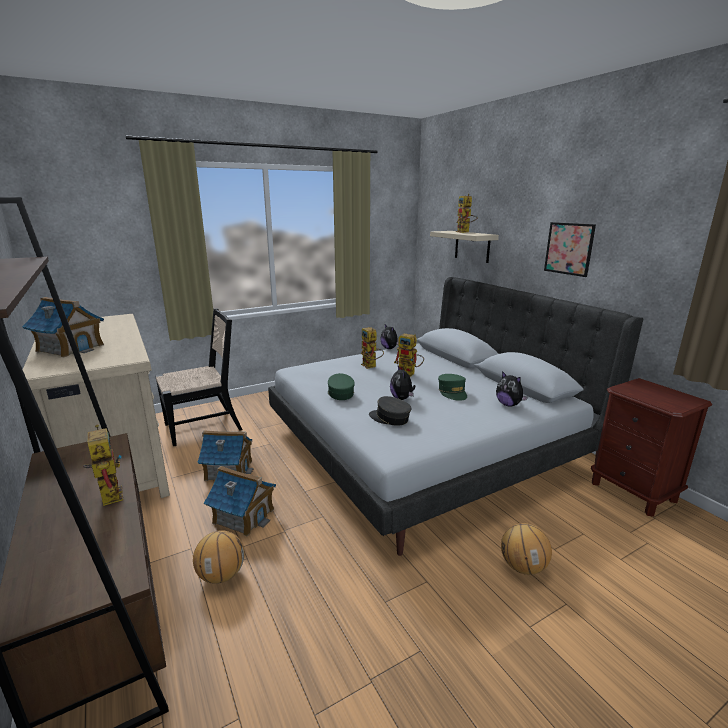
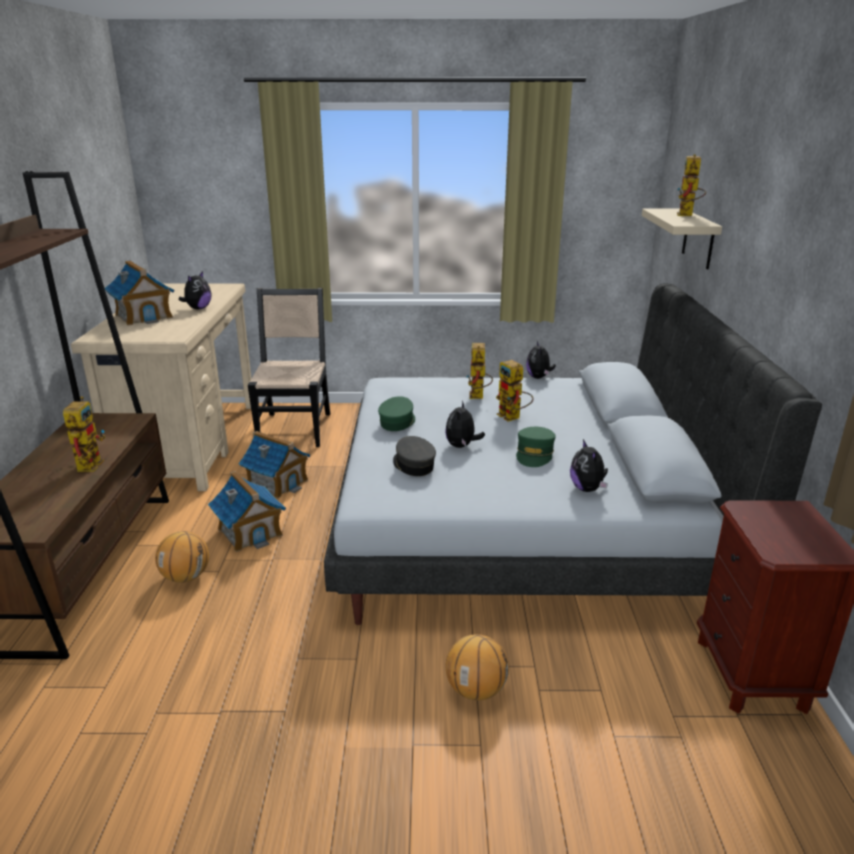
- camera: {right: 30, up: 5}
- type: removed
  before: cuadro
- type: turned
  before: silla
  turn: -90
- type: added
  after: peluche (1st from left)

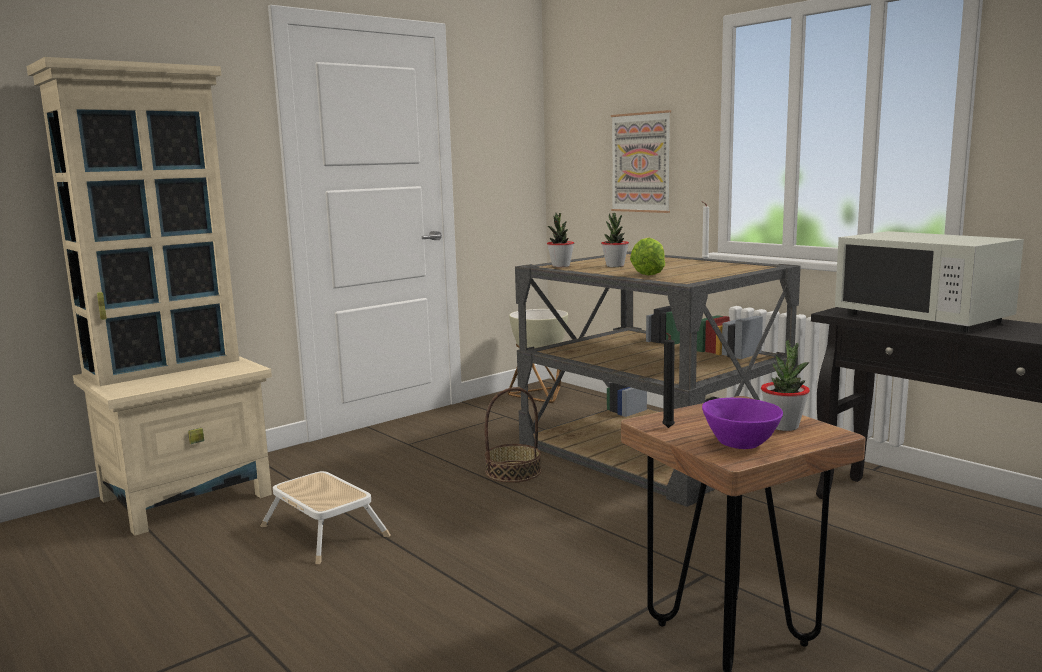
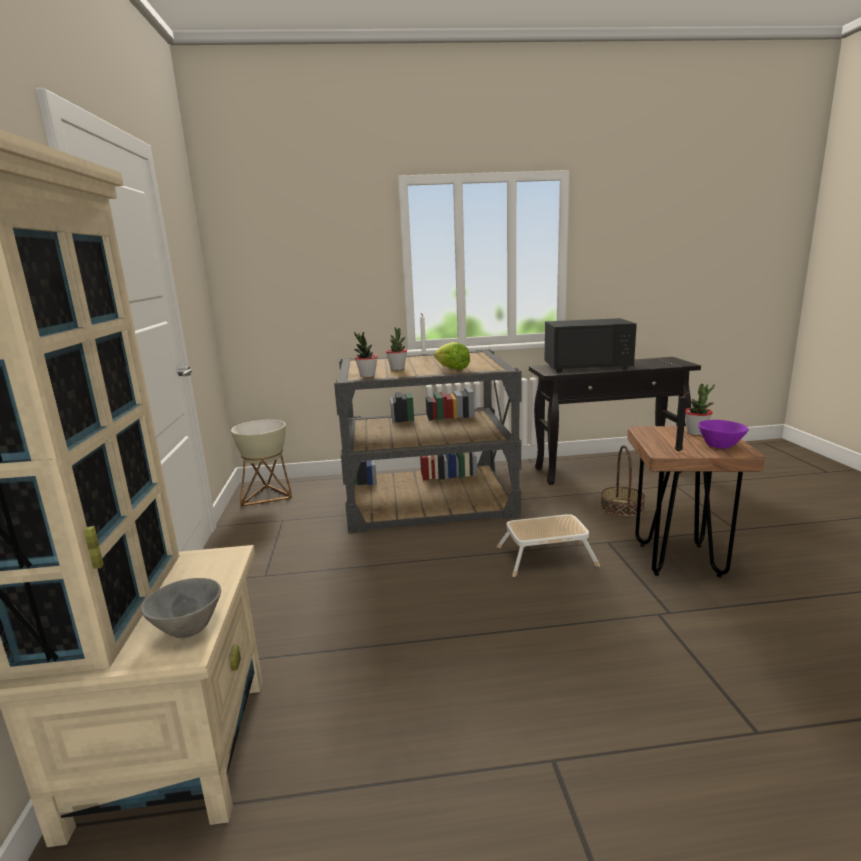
- camera: {right: -55, up: 5}
- type: removed
  before: cuadro
- type: recoloured
  before: microondas/blanco
  after: microondas/negro
- type: moved
  before: cesta
- type: moved
  before: escalera de tijera/beis
- type: added
  after: cuenco/gris

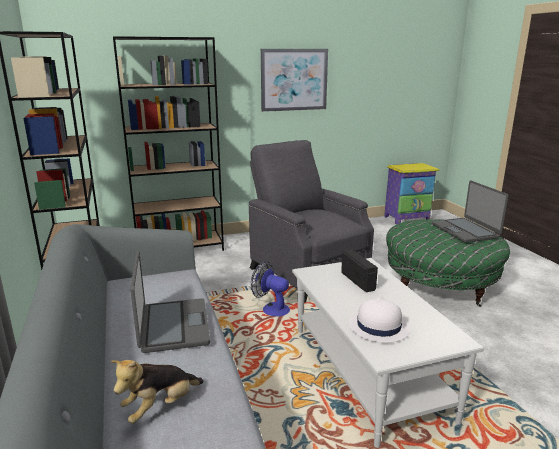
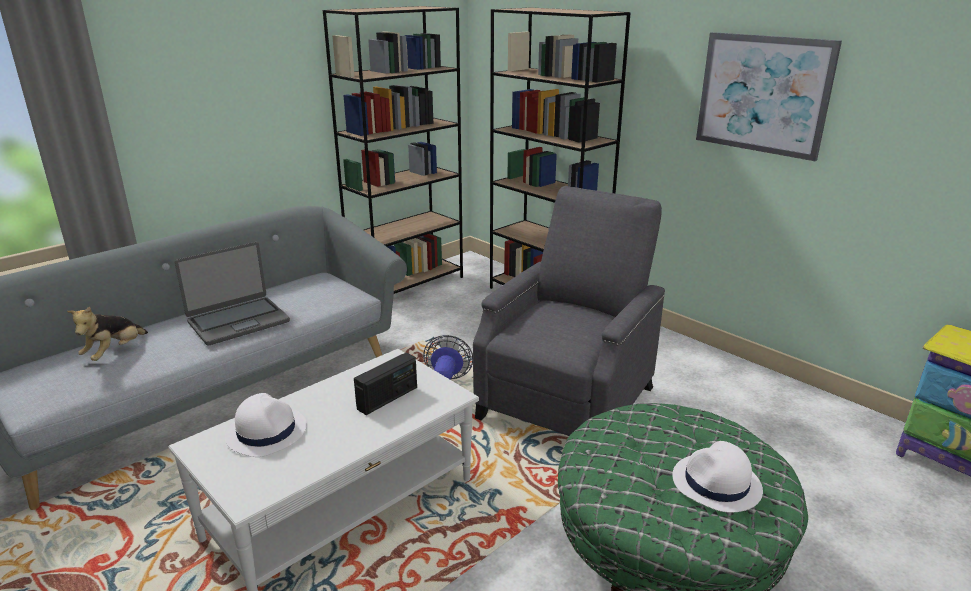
- camera: {right: 65, up: 5}
- type: replaced
  before: portátil (2nd from left)
  after: sombrero/blanco (2nd from left)
- type: turned
  before: peluche
  turn: -90

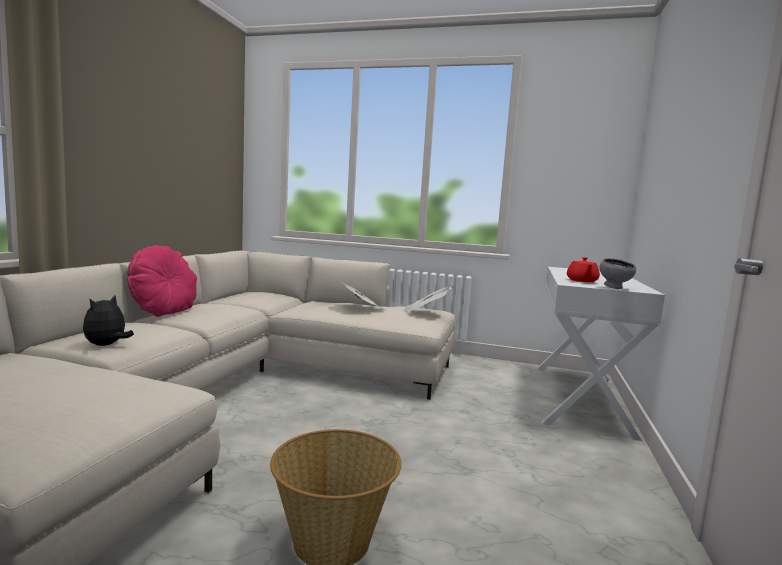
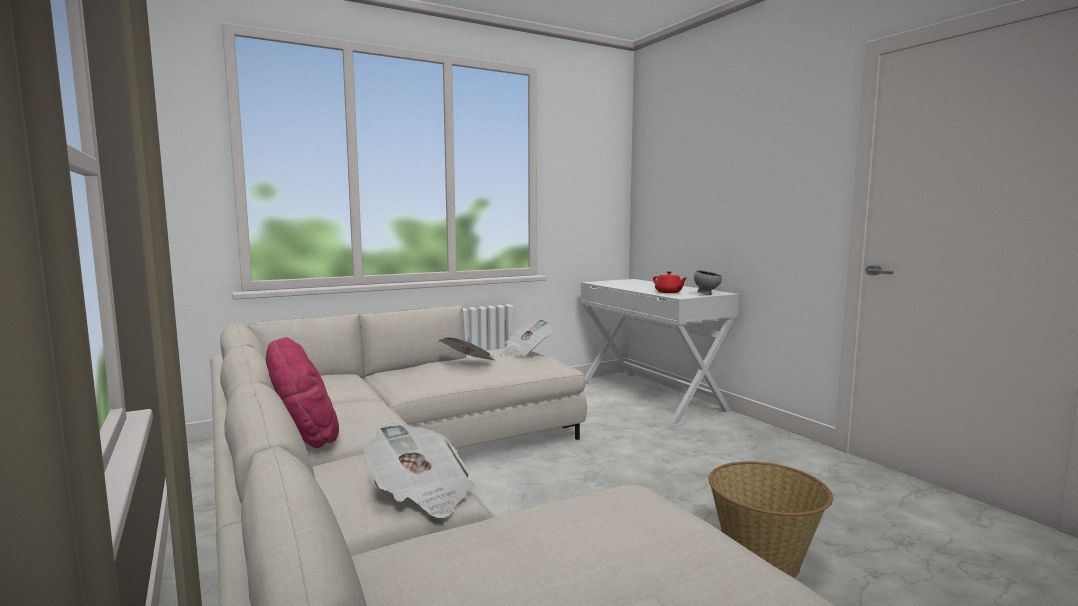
- camera: {right: -45, up: 0}
- type: replaced
  before: peluche
  after: periódico (1st from left)

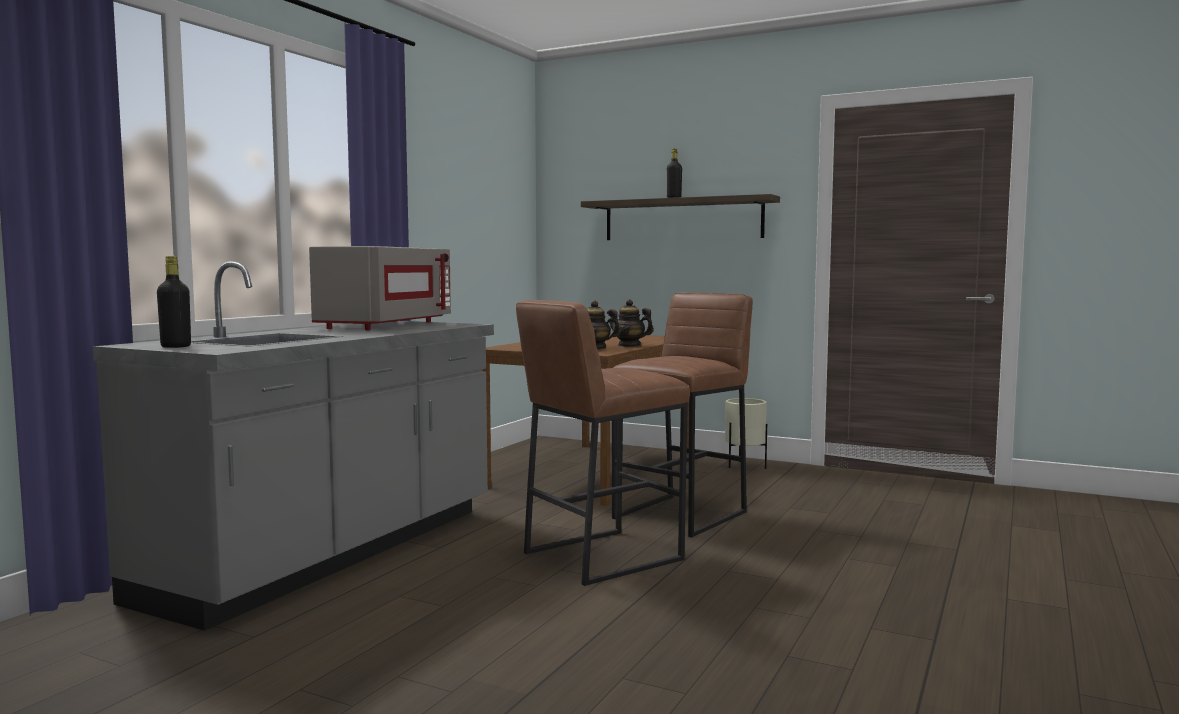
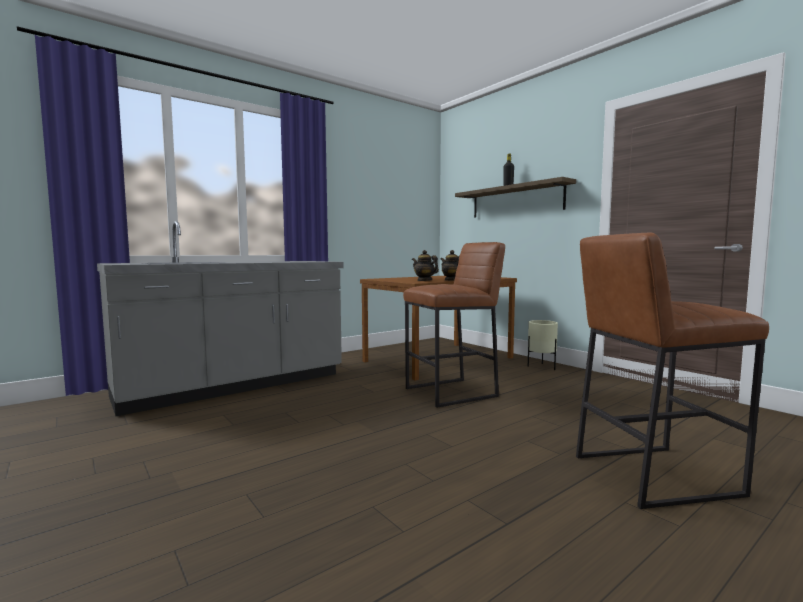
- camera: {right: 25, up: 0}
- type: removed
  before: microondas/gris
- type: removed
  before: botella/negro (1st from left)
- type: moved
  before: taburete/marrón (1st from left in the first image)
  after: taburete/marrón (2nd from left)

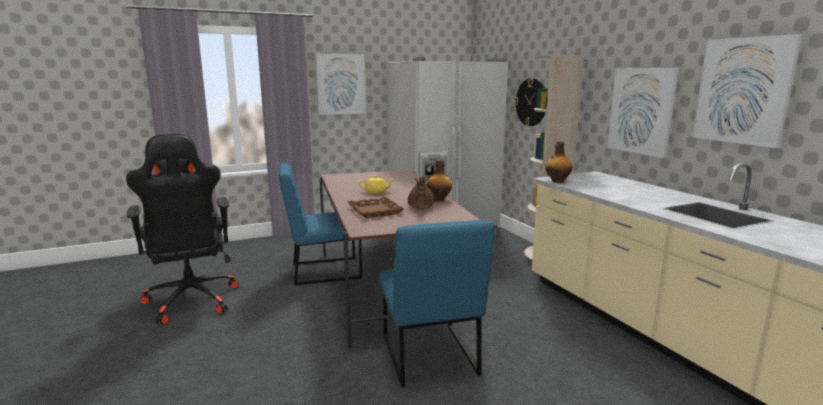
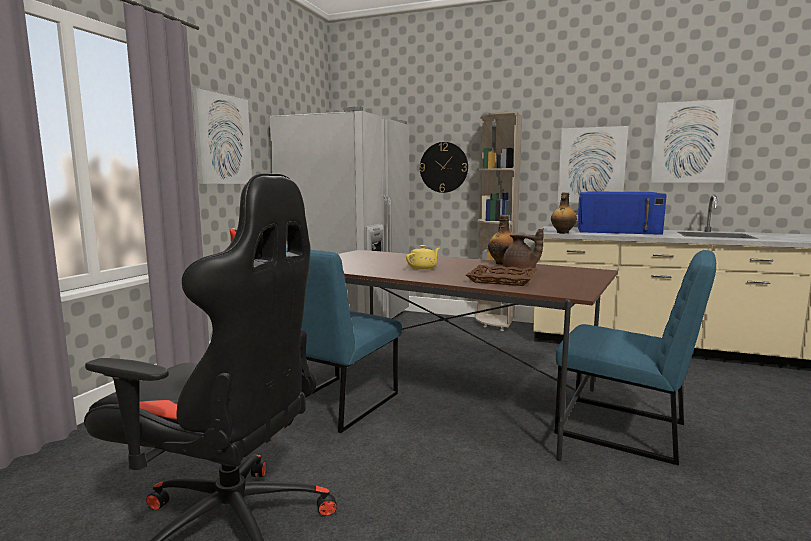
- camera: {right: -45, up: -5}
- type: added
  after: microondas/azul

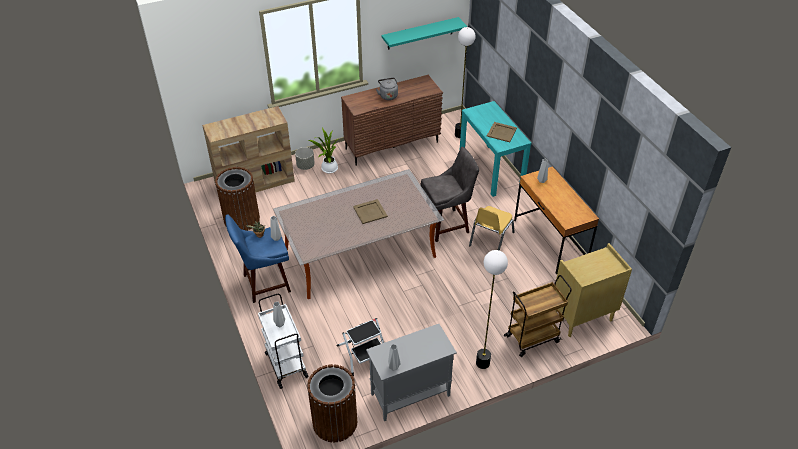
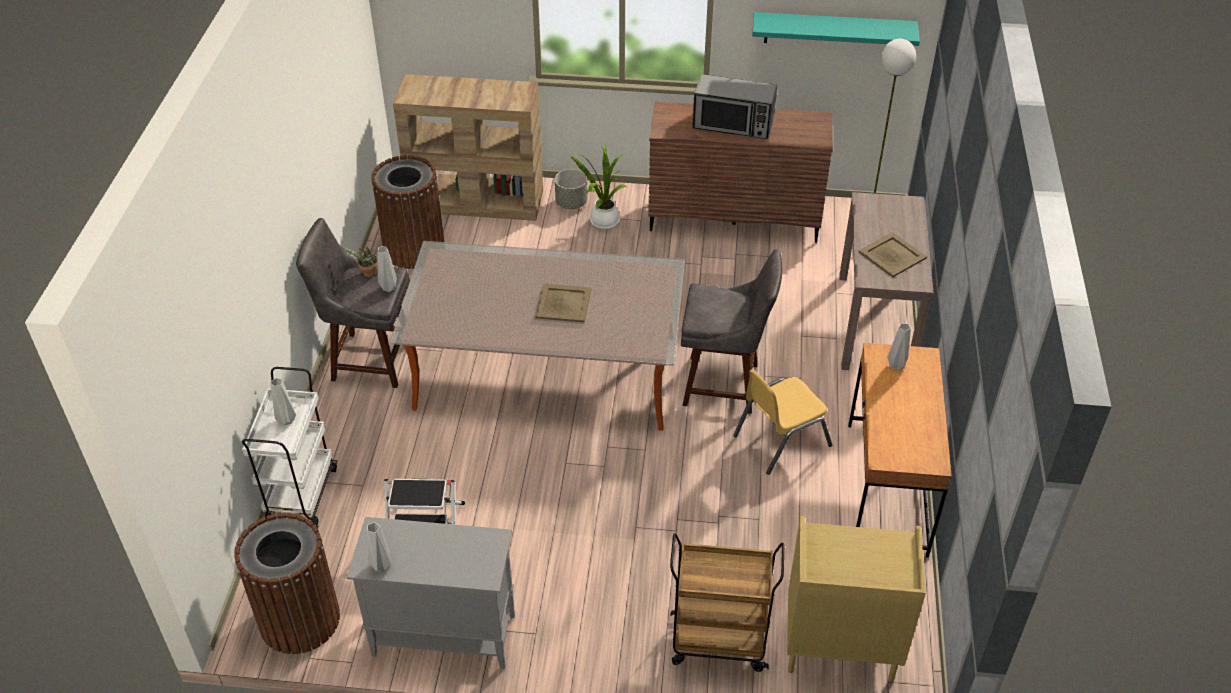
- camera: {right: 30, up: 0}
- type: replaced
  before: hervidor/gris
  after: microondas
- type: recoloured
  before: mesa consola/turquesa
  after: mesa consola/marrón
- type: recoloured
  before: taburete/azul
  after: taburete/gris (1st from left)
- type: removed
  before: lámpara de pie (2nd from left)

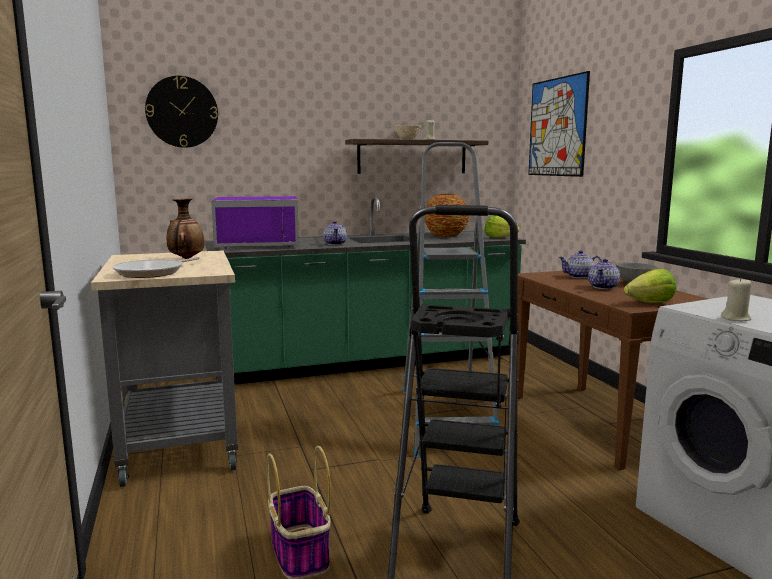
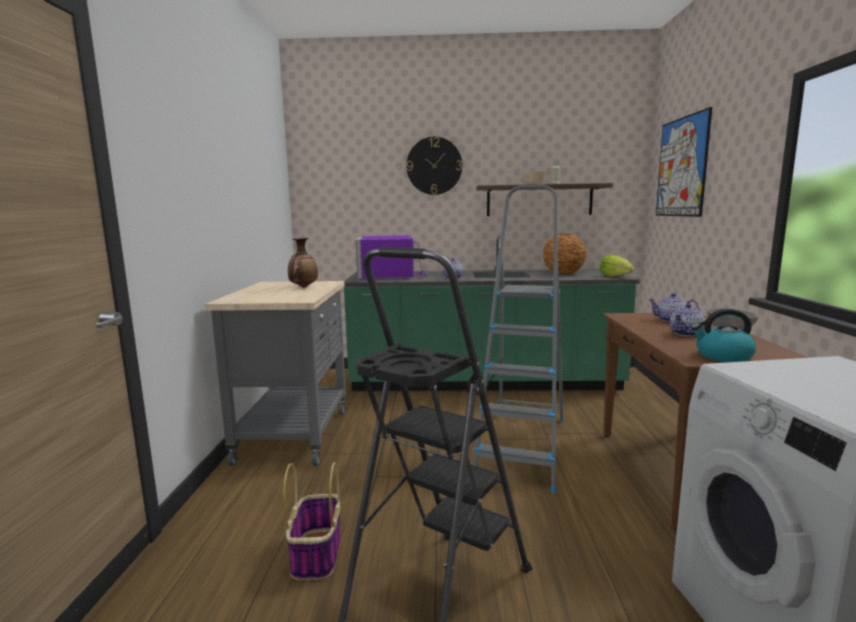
- camera: {right: 20, up: 0}
- type: moved
  before: reloj de pared
- type: turned
  before: microondas/morado
  turn: 75
- type: removed
  before: sartén
- type: replaced
  before: lechuga (2nd from left)
  after: hervidor
- type: removed
  before: vela/beis (2nd from left)

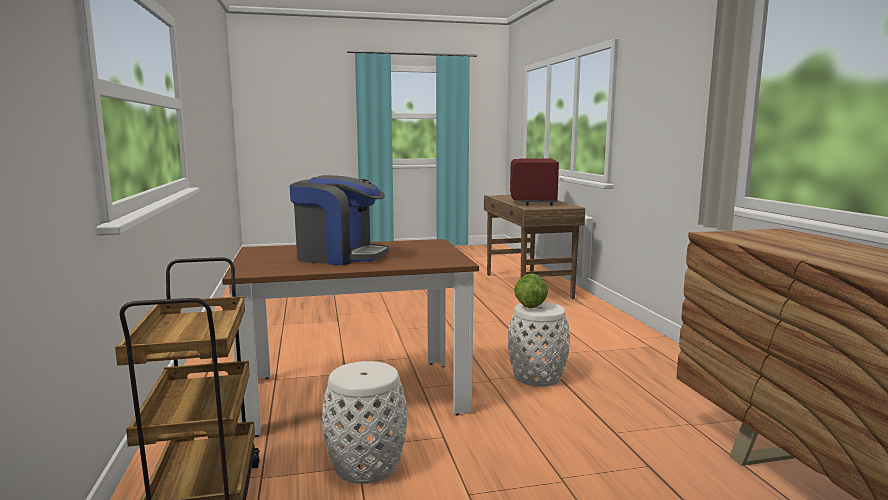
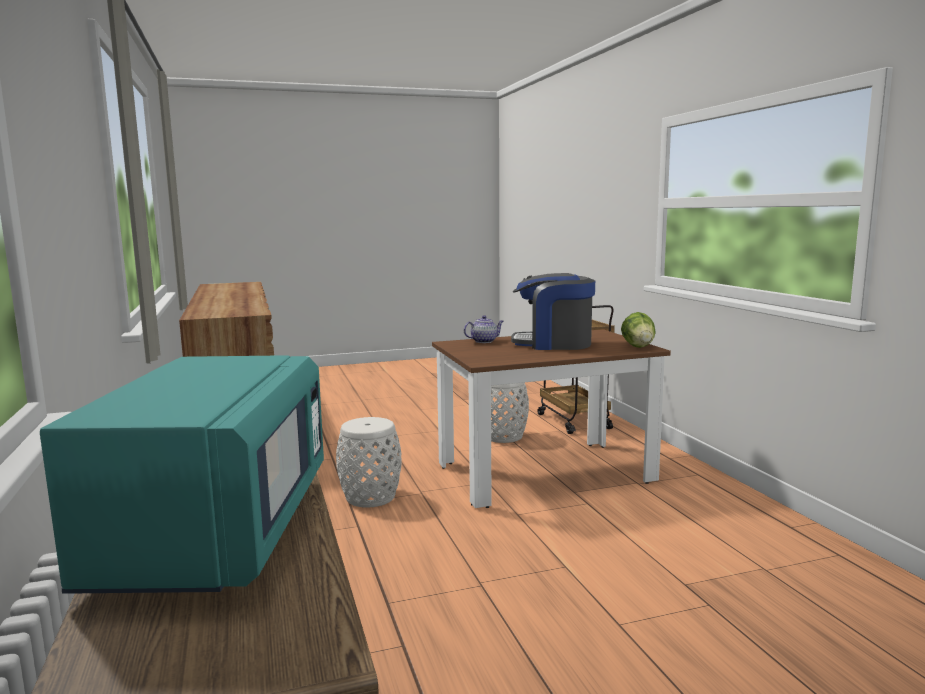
- camera: {right: 175, up: 0}
- type: recoloured
  before: microondas/rojo
  after: microondas/turquesa
- type: moved
  before: lechuga
- type: added
  after: tetera

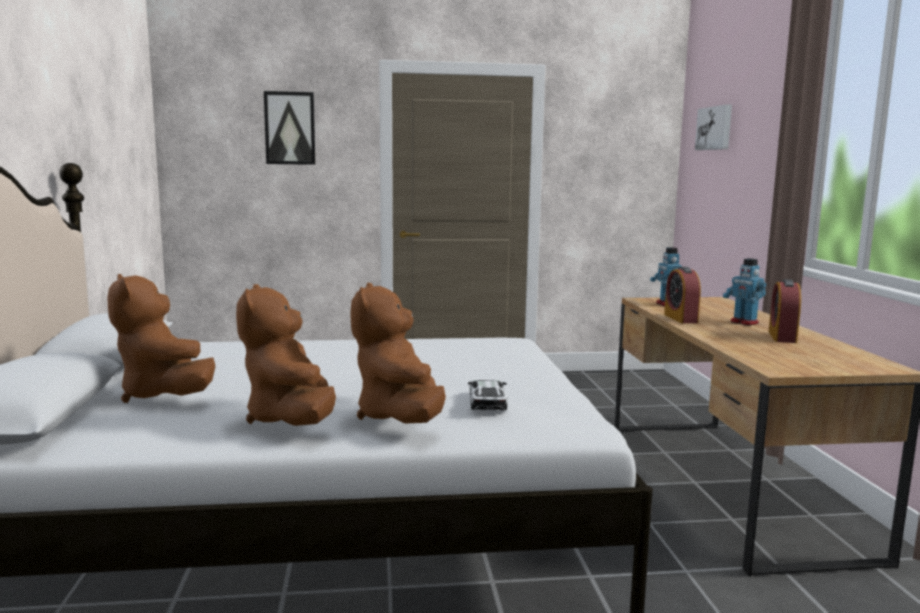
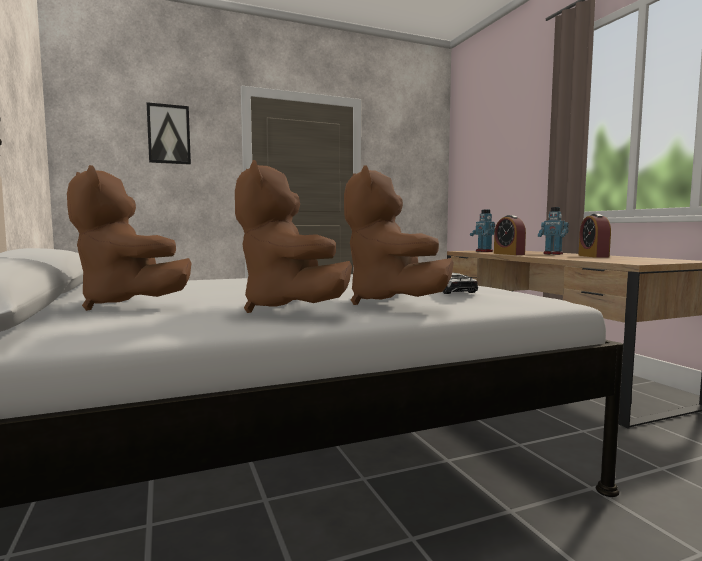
- camera: {right: -15, up: -5}
- type: removed
  before: cuadro (2nd from left)

